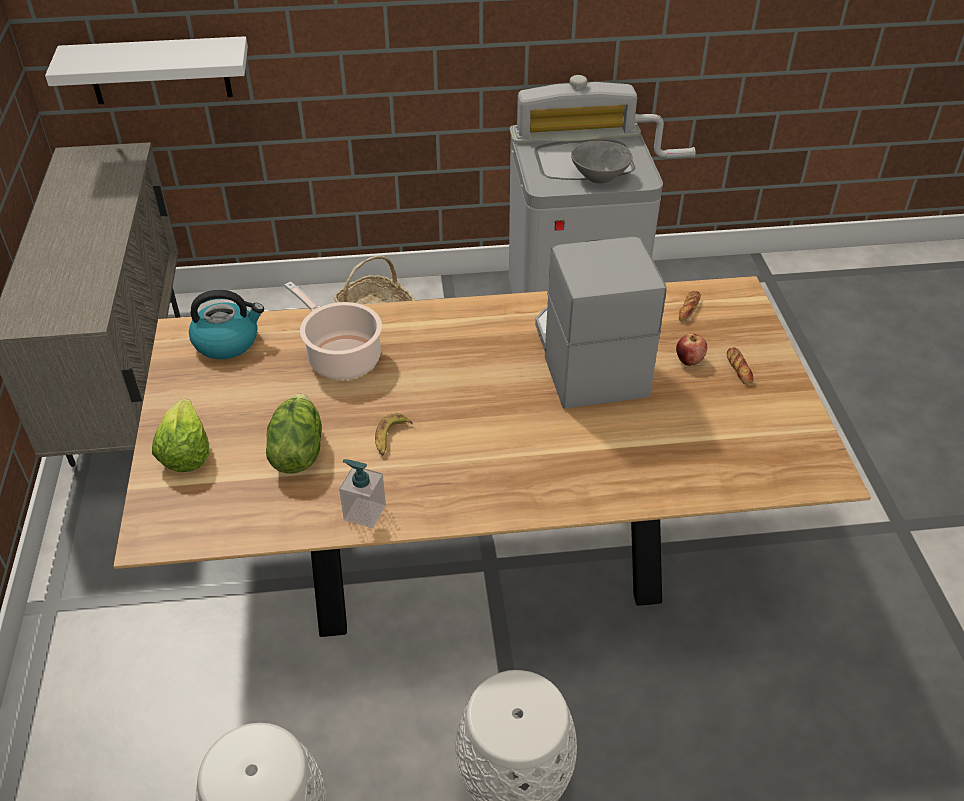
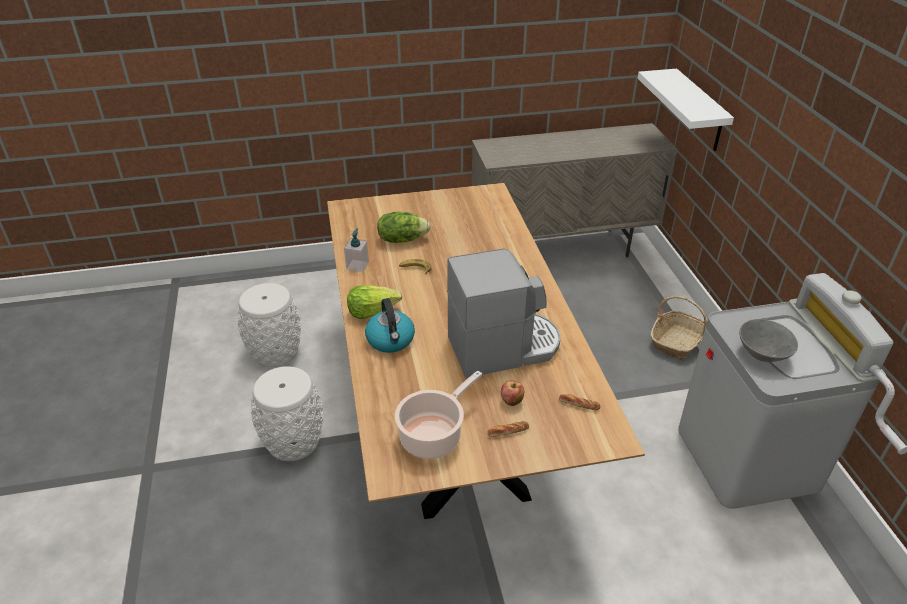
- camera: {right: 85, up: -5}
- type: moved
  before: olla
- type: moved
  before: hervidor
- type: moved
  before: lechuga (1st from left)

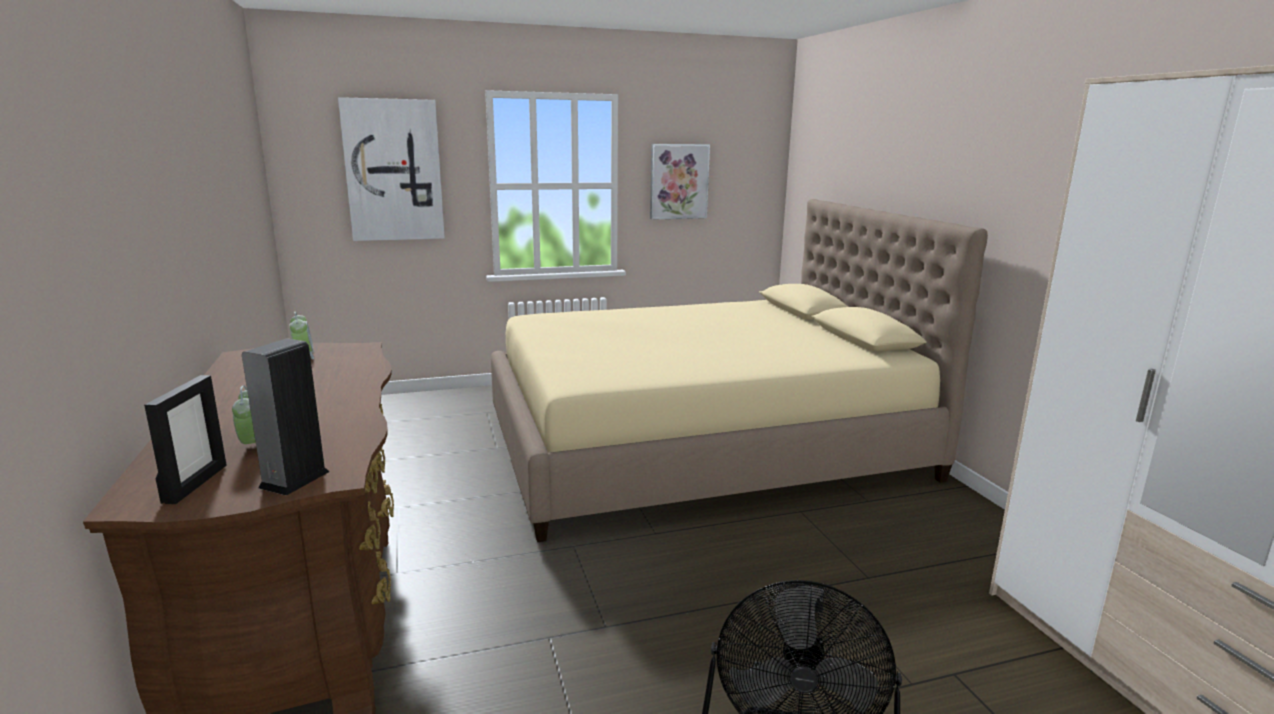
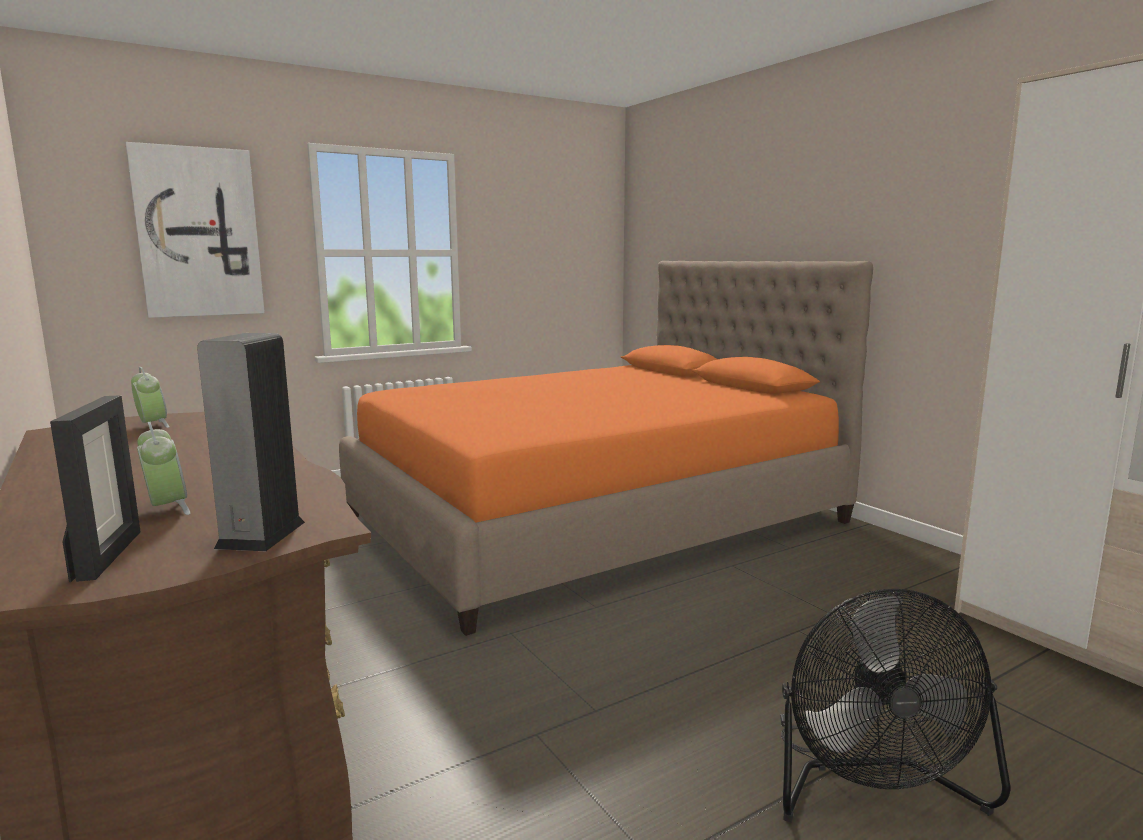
- camera: {right: -15, up: -5}
- type: removed
  before: cuadro (2nd from left)
- type: recoloured
  before: cama/beis
  after: cama/naranja

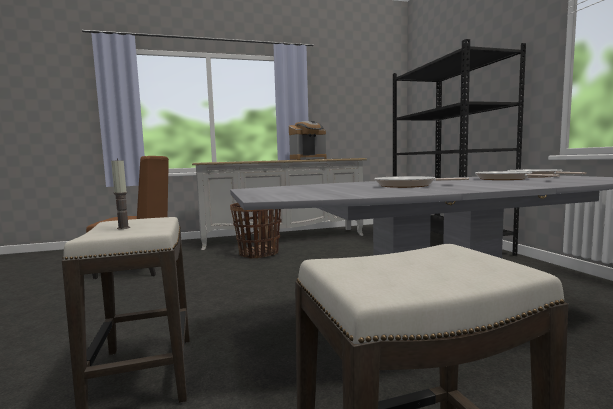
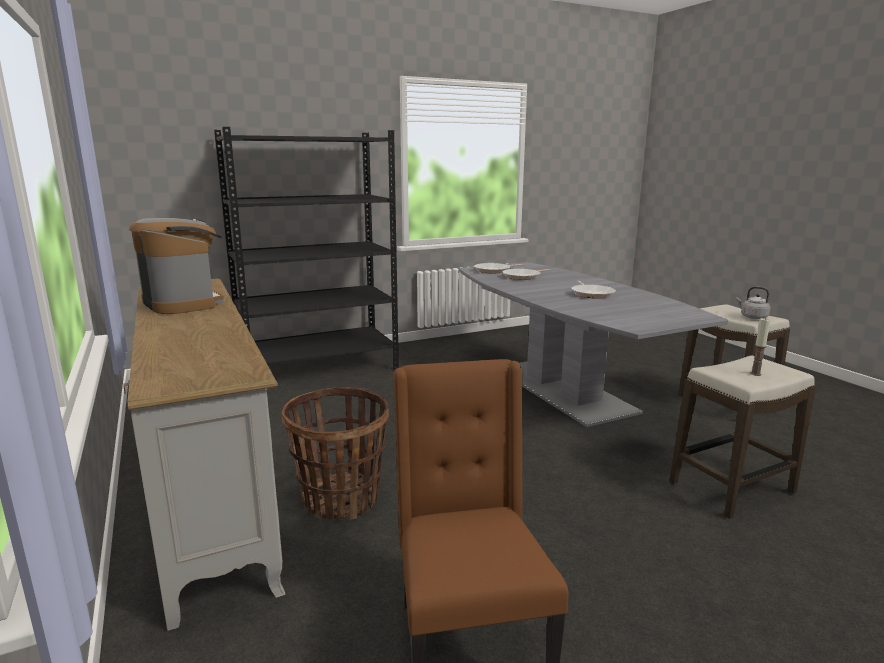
- camera: {right: -100, up: 10}
- type: added
  after: hervidor/gris

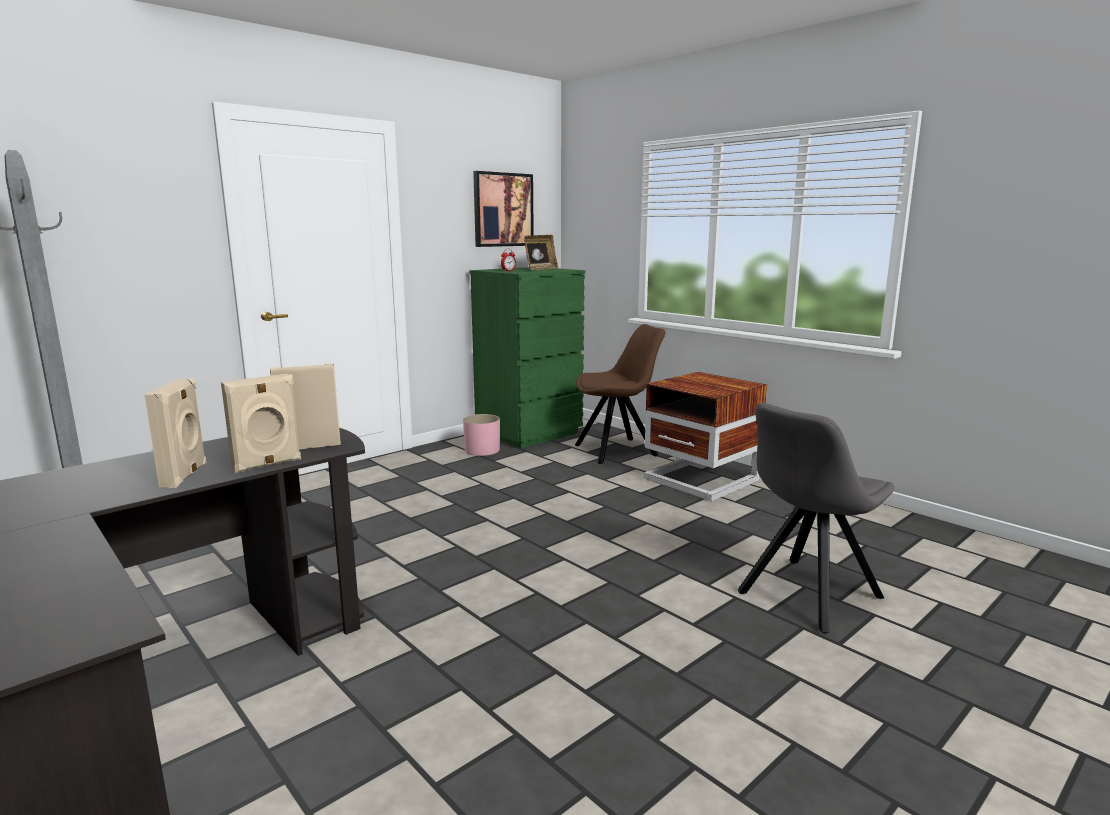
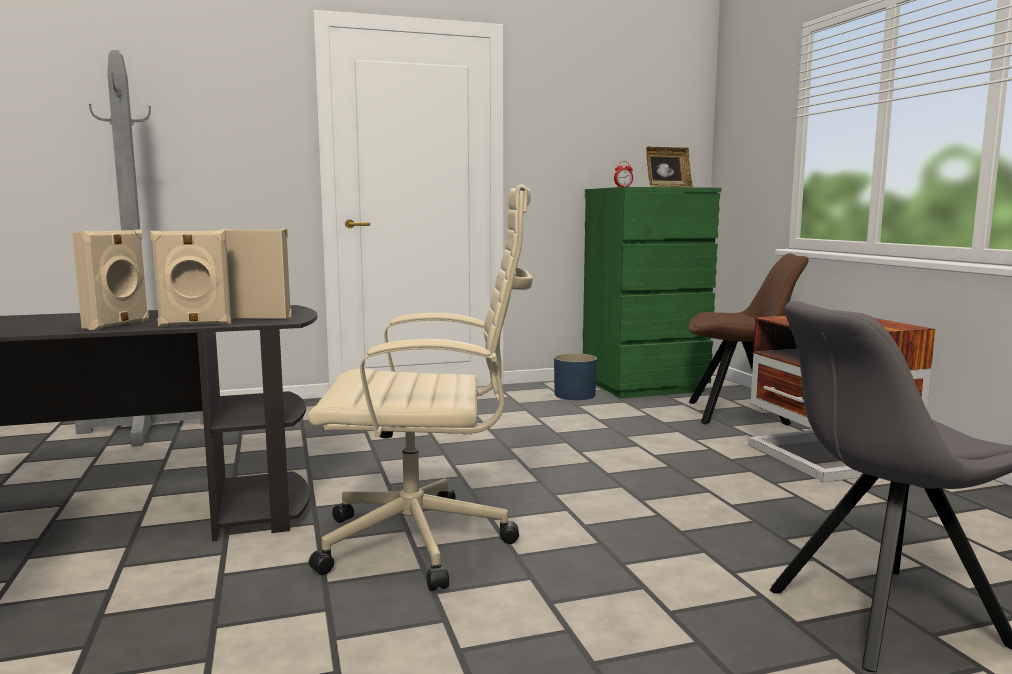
- camera: {right: 25, up: -5}
- type: removed
  before: cuadro
- type: recoloured
  before: maceta/rosa
  after: maceta/azul
- type: added
  after: silla de oficina/beis

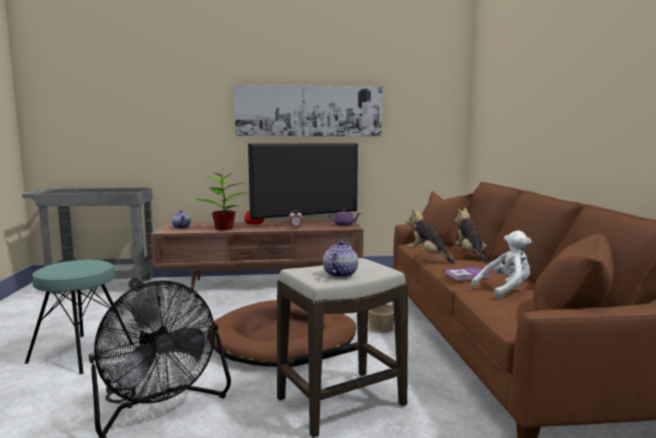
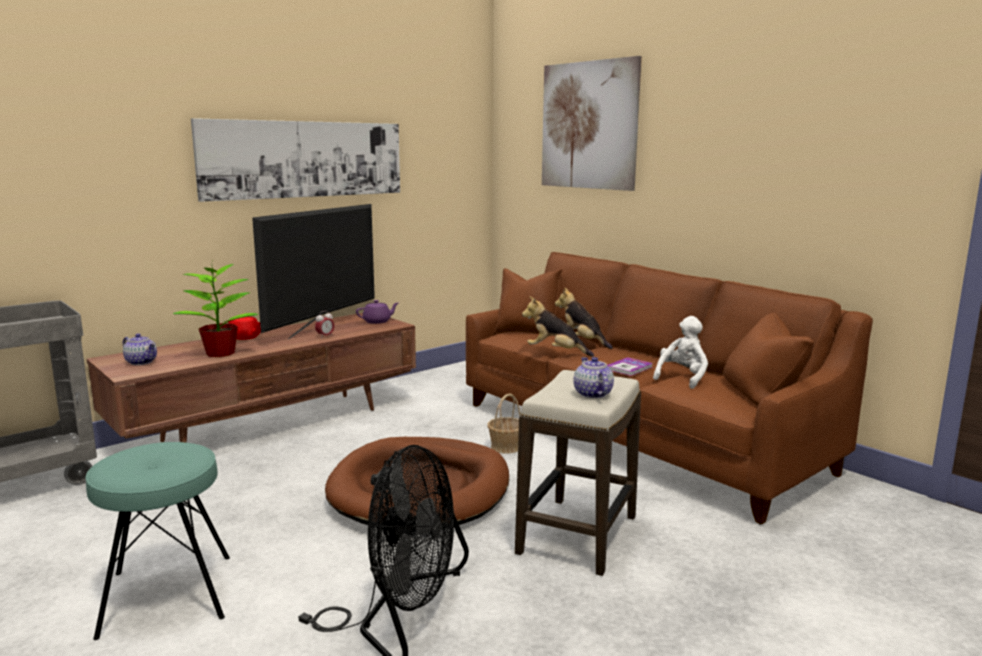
- camera: {right: -35, up: 5}
- type: added
  after: cuadro (2nd from left)

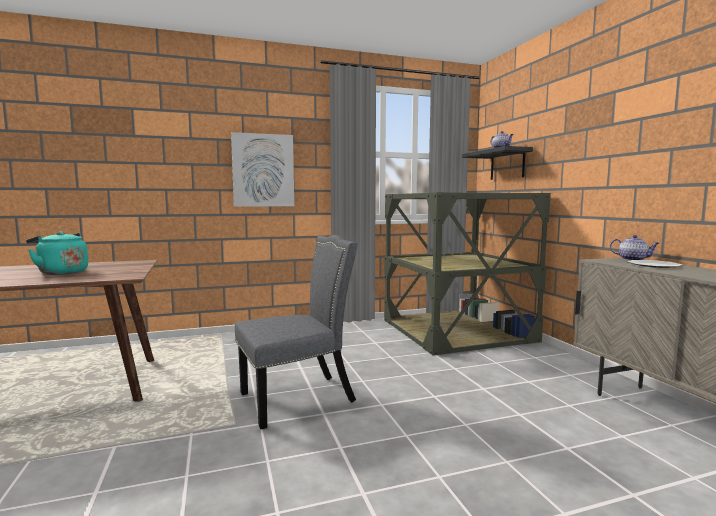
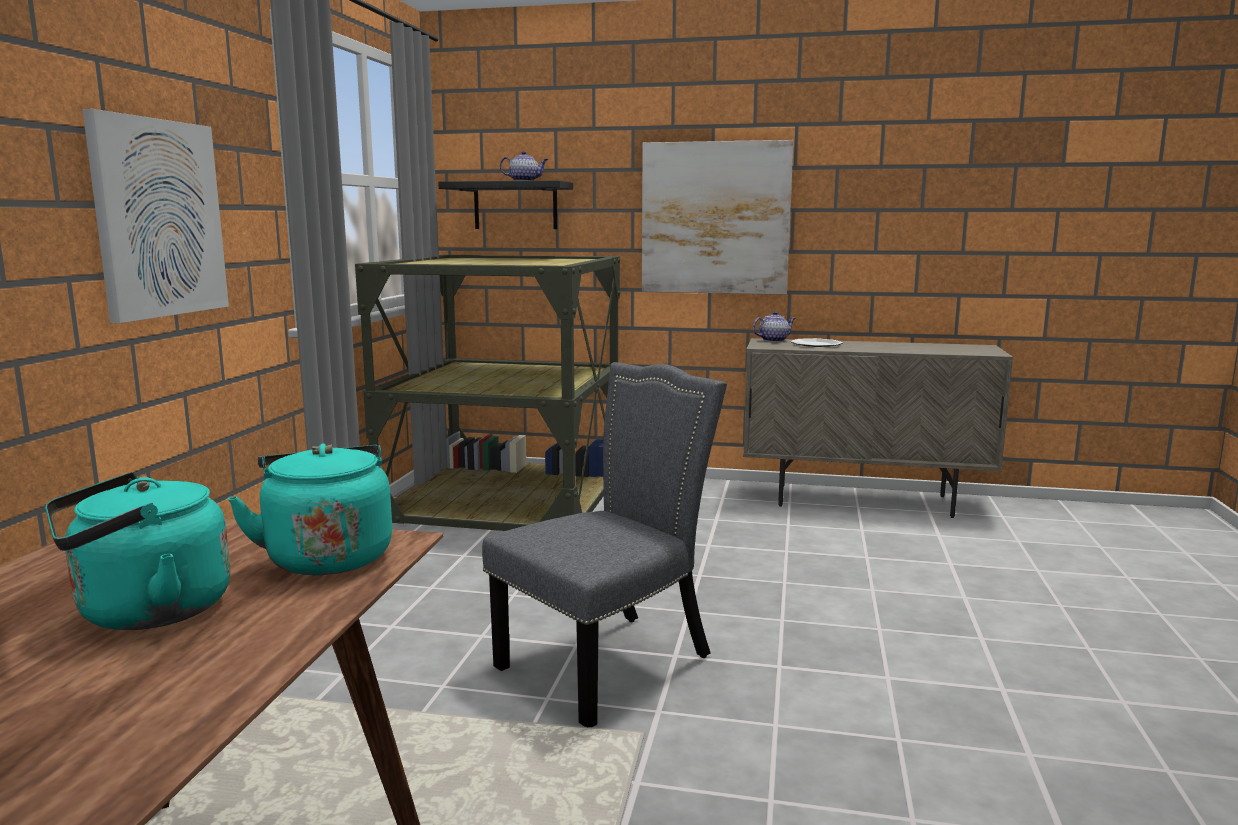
- camera: {right: -60, up: 5}
- type: turned
  before: silla/gris
  turn: 45
- type: added
  after: cuadro (2nd from left)
- type: added
  after: hervidor/turquesa (2nd from left)

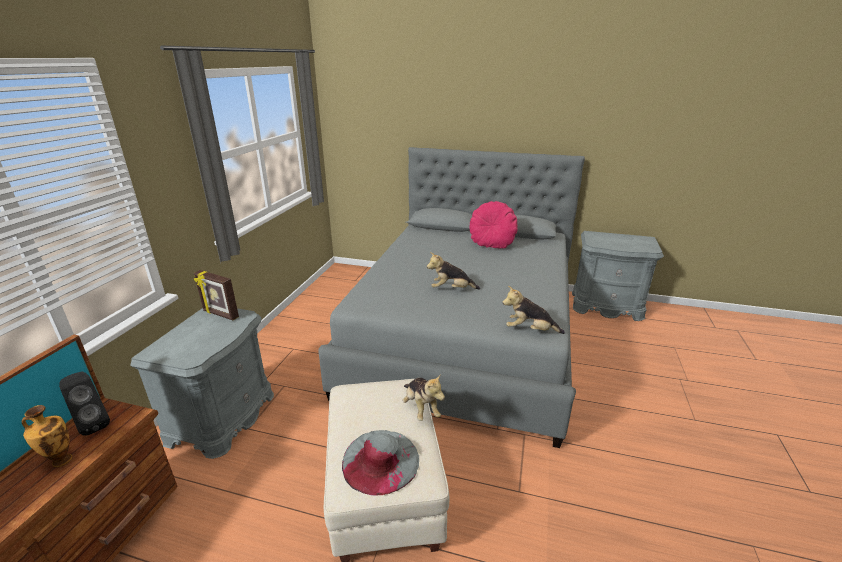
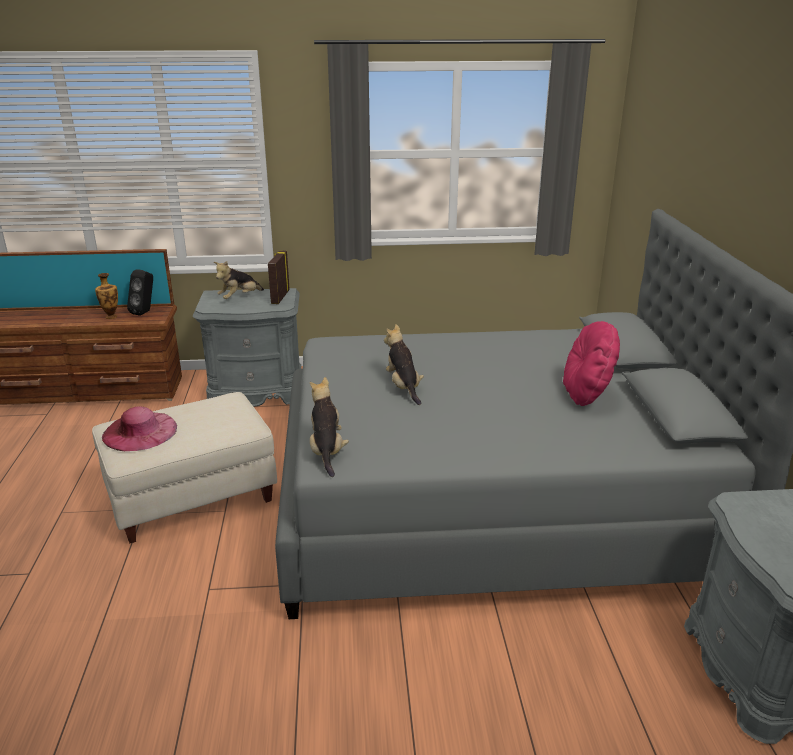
- camera: {right: 70, up: 0}
- type: moved
  before: peluche (1st from left)
- type: recoloured
  before: sombrero/gris
  after: sombrero/rosa

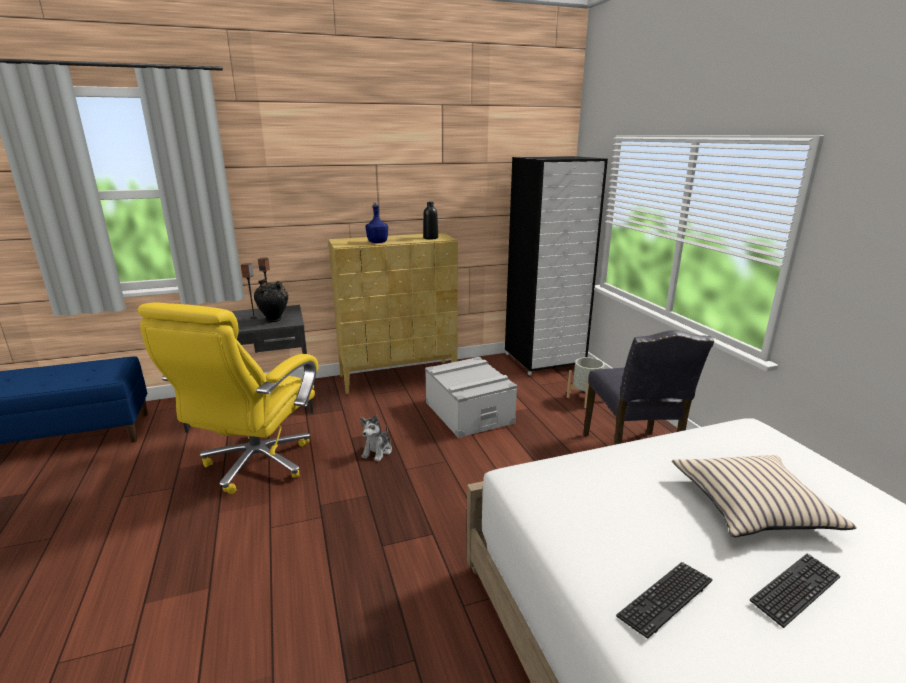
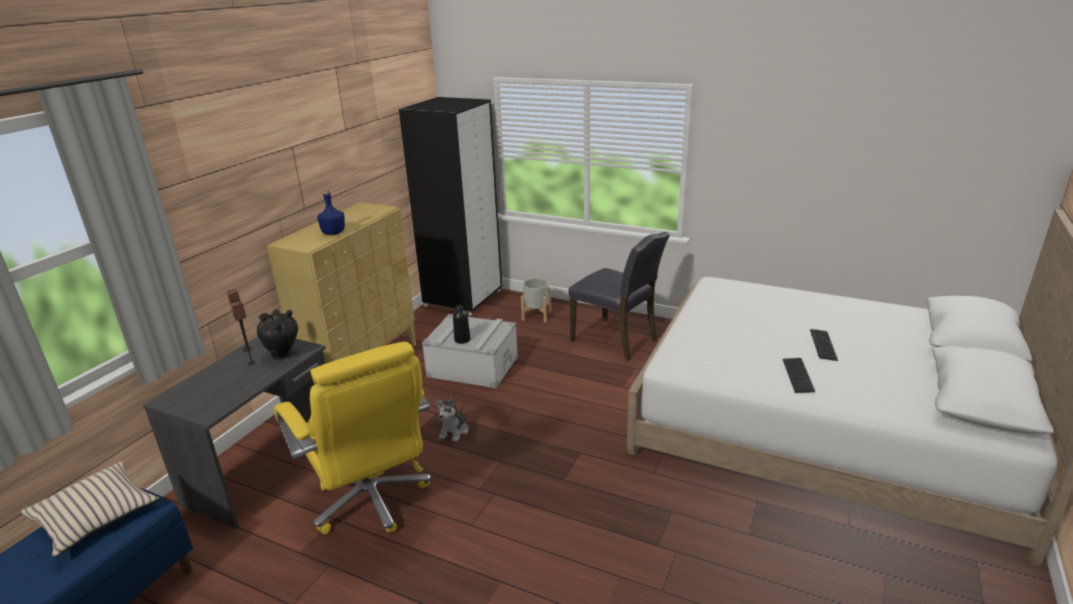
- camera: {right: -45, up: 5}
- type: moved
  before: botella/negro
- type: turned
  before: peluche
  turn: 45
- type: moved
  before: cojín/beis

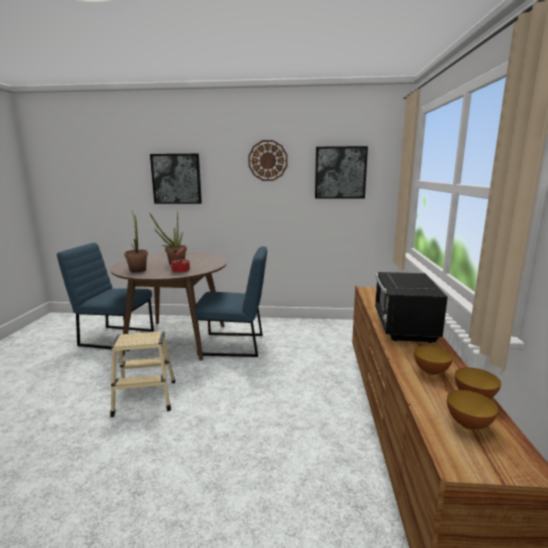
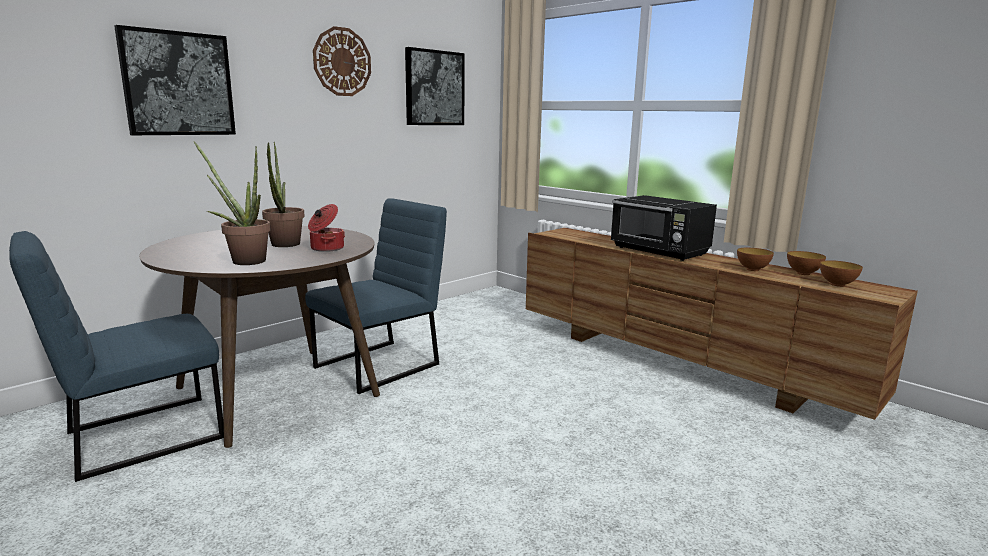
- camera: {right: -50, up: 0}
- type: removed
  before: escalera de tijera/beis

